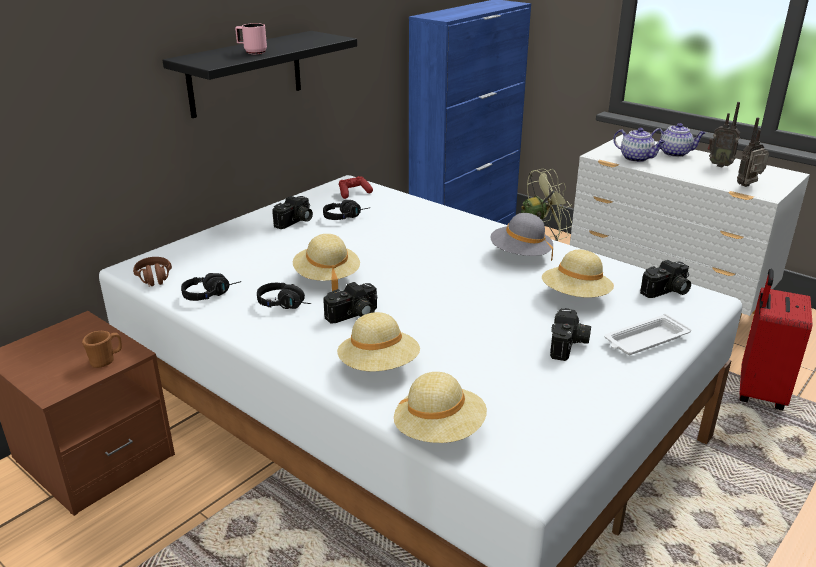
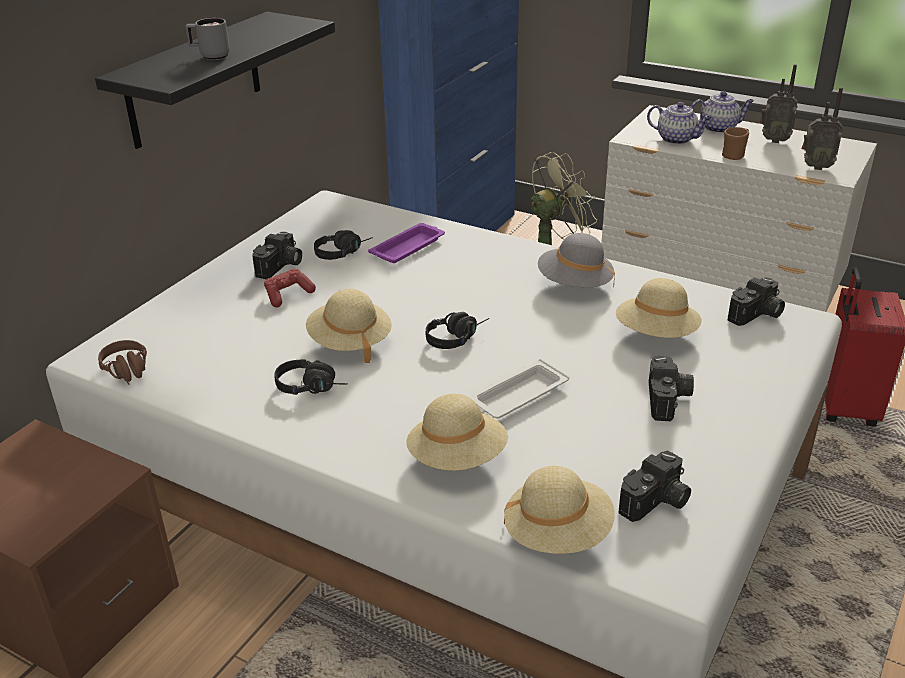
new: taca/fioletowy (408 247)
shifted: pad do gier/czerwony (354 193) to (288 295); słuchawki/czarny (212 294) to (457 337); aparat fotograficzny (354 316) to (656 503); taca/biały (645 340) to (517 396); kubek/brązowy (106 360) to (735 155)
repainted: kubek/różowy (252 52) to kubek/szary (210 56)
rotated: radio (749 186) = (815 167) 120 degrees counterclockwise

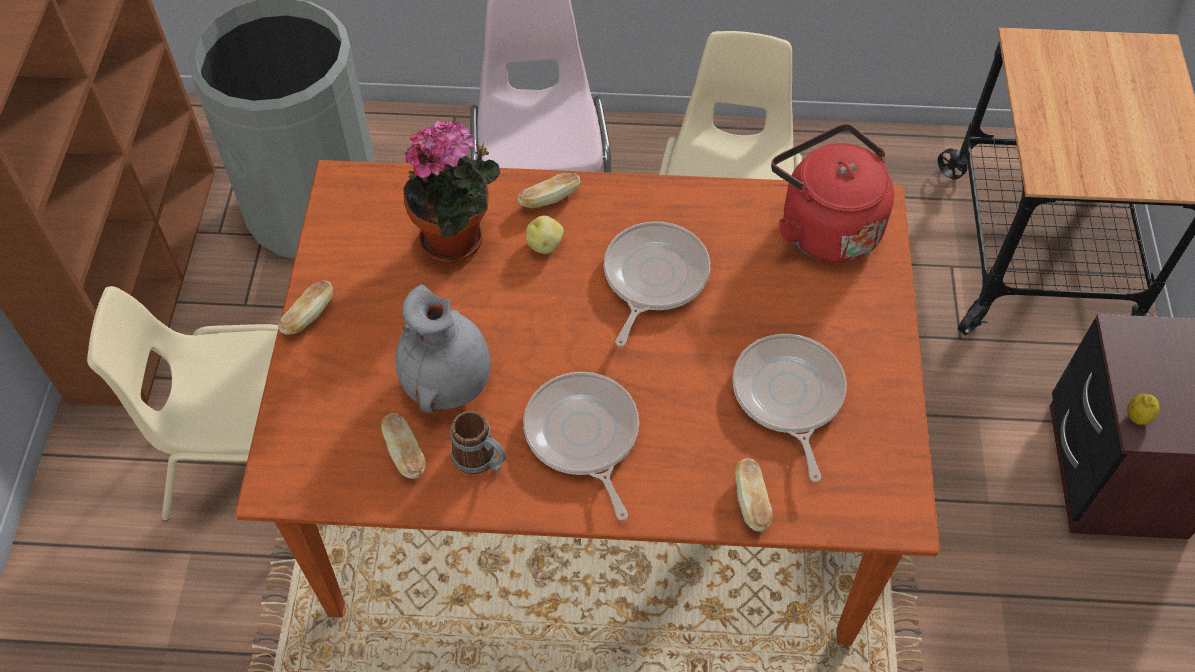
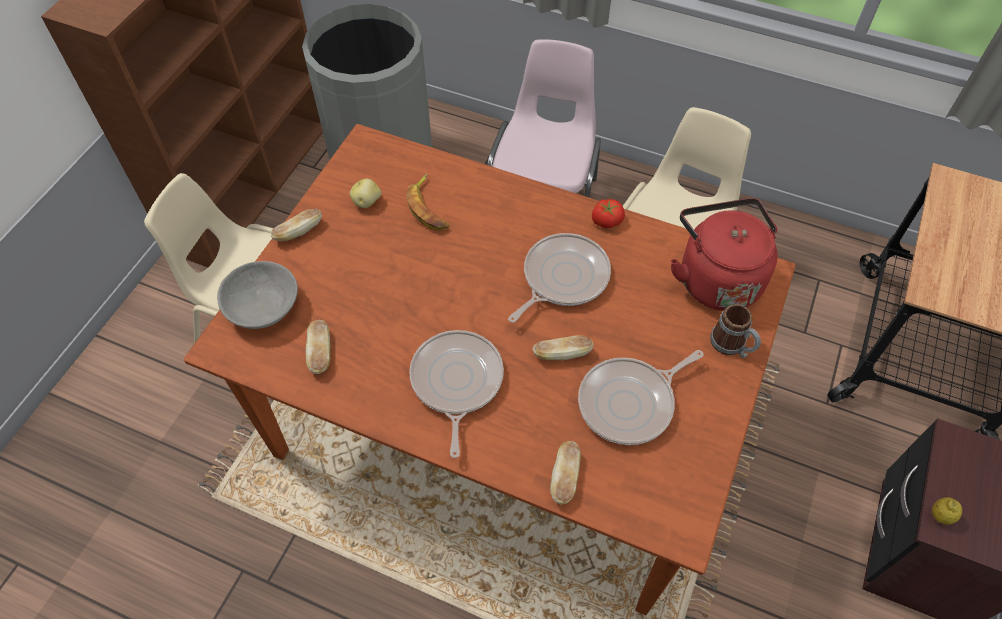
gone: wazon/szary (448 383)
new: pomidor (606 220); miska/szary (264 307)
shifted: chleb (549 199) to (562 354); ziemniak (545 244) to (367 201); kubek (481 460) to (732 346)
swapped: roślina doniczkowa (458 240) to banan (429 208)
rotated: patelnia (788 396) = (630 403) 135 degrees counterclockwise

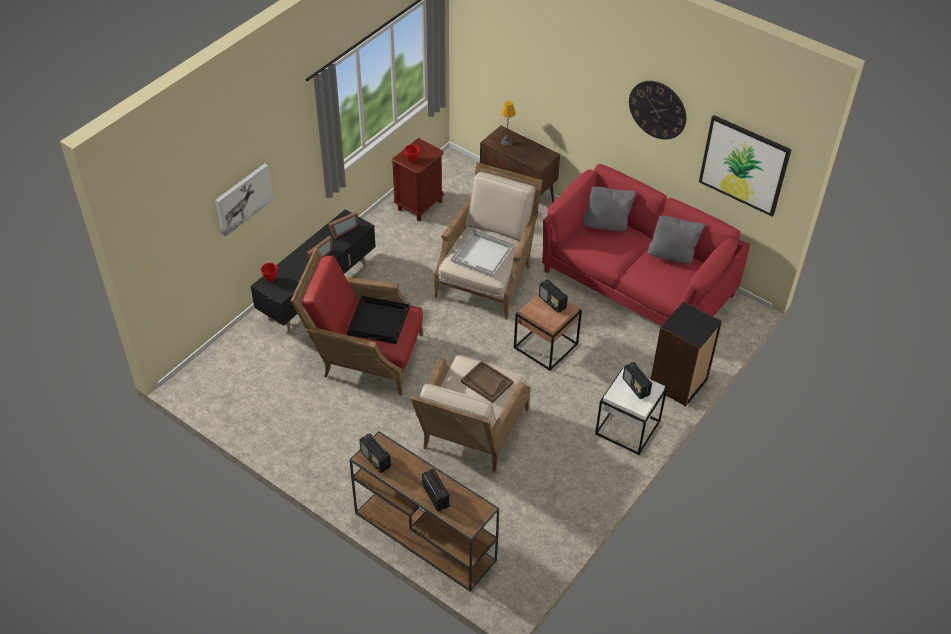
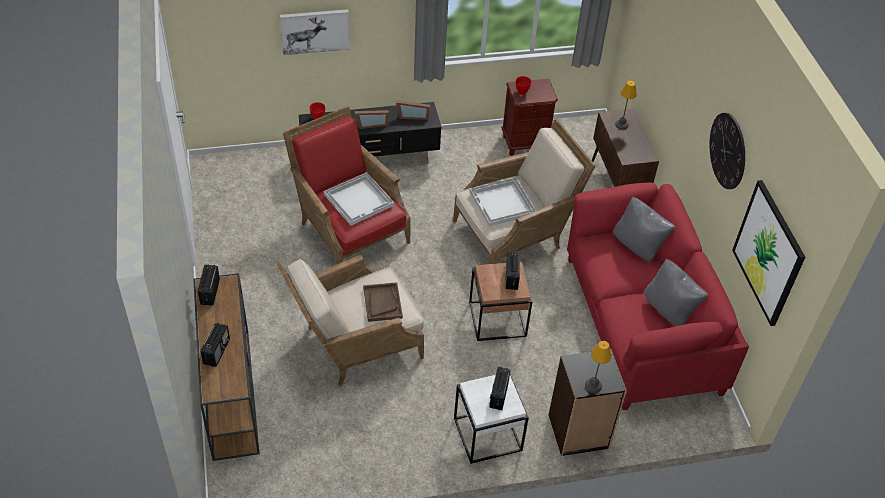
new: lampa stołowa (593 386)
repainted: taca/czarny (379 320) to taca/biały (359 200)

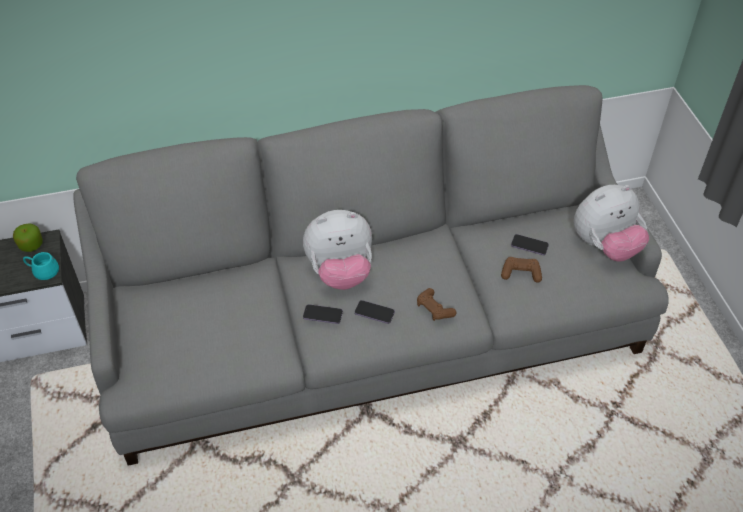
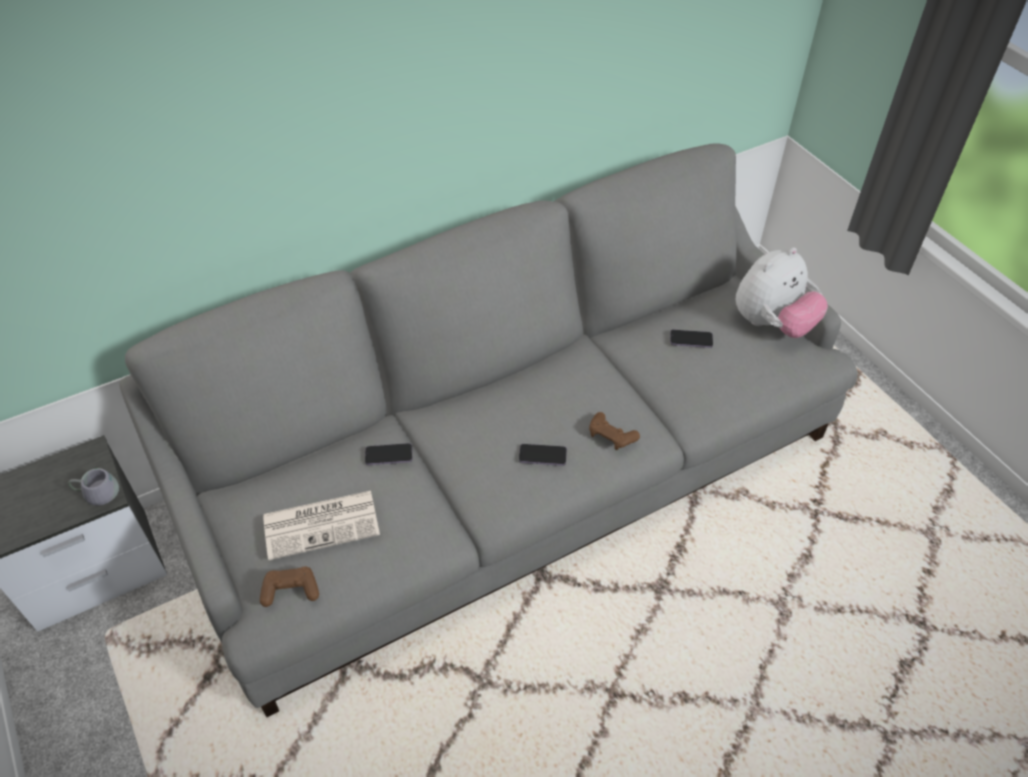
gone: pluszak (340 272); jabłko (31 245)
new: gazeta (323 524)
shifted: pad do gier/brązowy (521 273) to (290 590); telefon (322 315) to (389 455)
repainted: kubek/turkusowy (44 268) to kubek/szary (98 489)

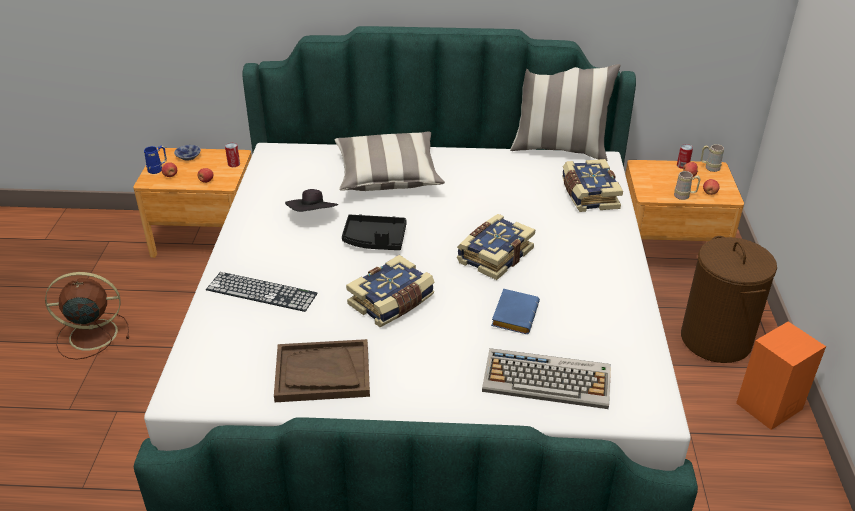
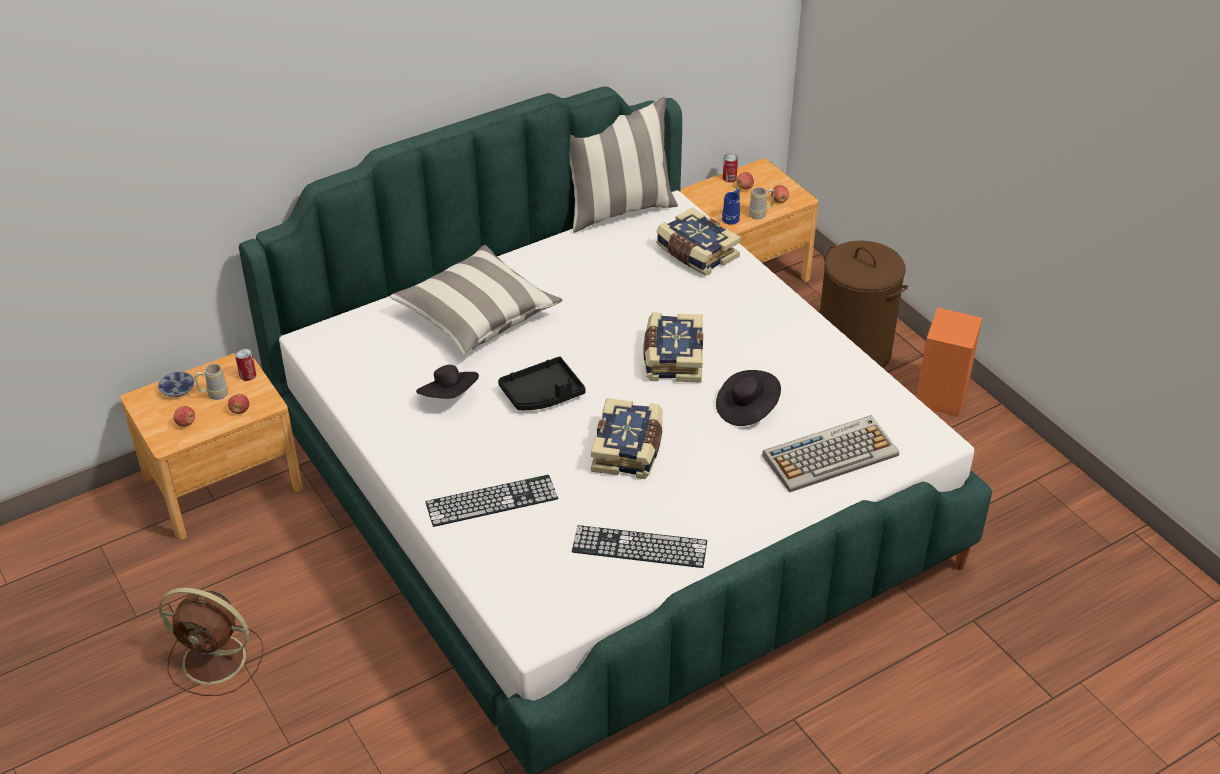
shifted: kubek/beżowy (709 168) to (213 395); kubek/niebieski (158 169) to (732 217)
swapped: książka/niebieski (513 314) to kapelusz/czarny (746 409); taca/brązowy (322 373) to klawiatura (639 547)
rotated: wentylator/brązowy (91 335) = (217 660) 120 degrees counterclockwise

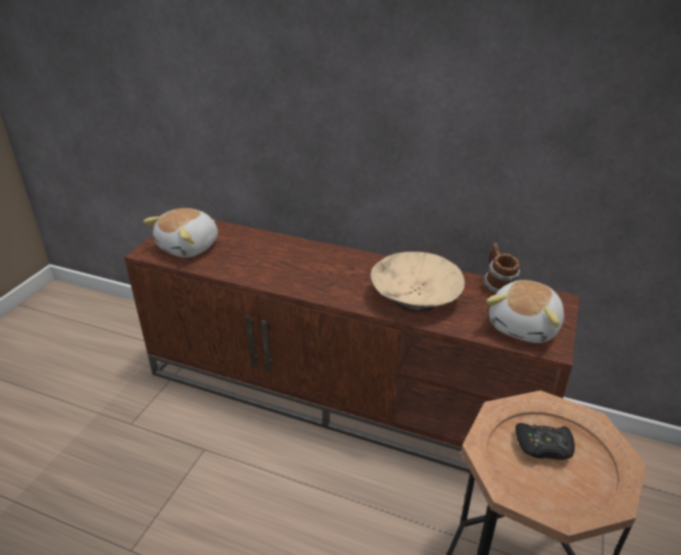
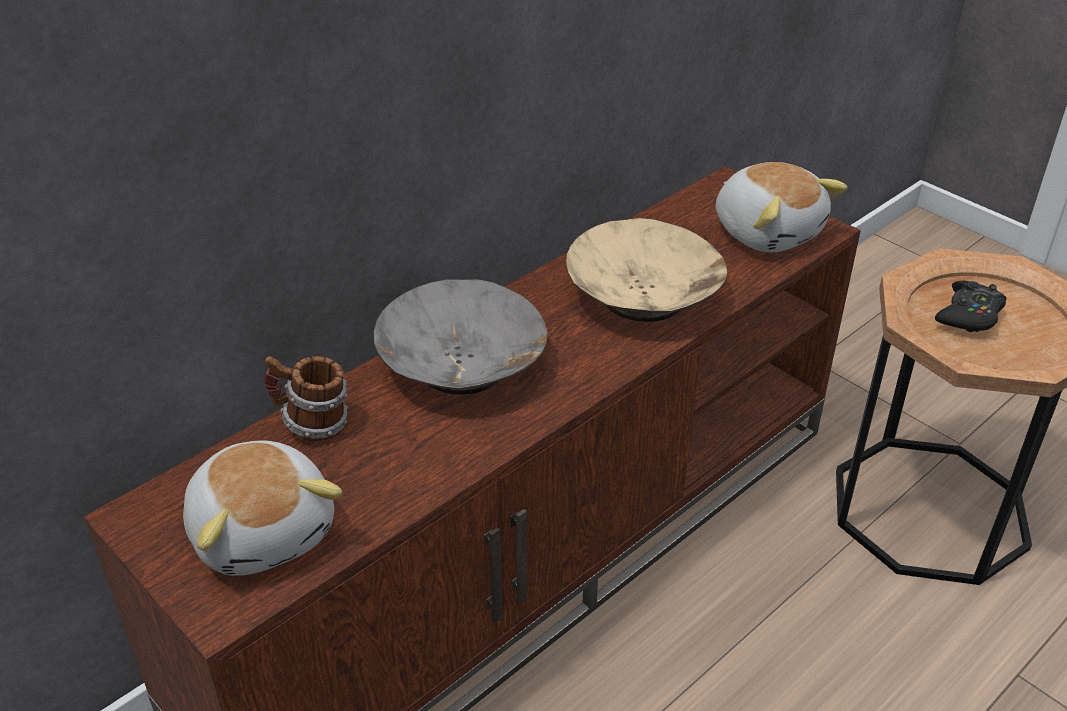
new: miska/szary (462 366)
shifted: kubek (497 287) to (312 425)

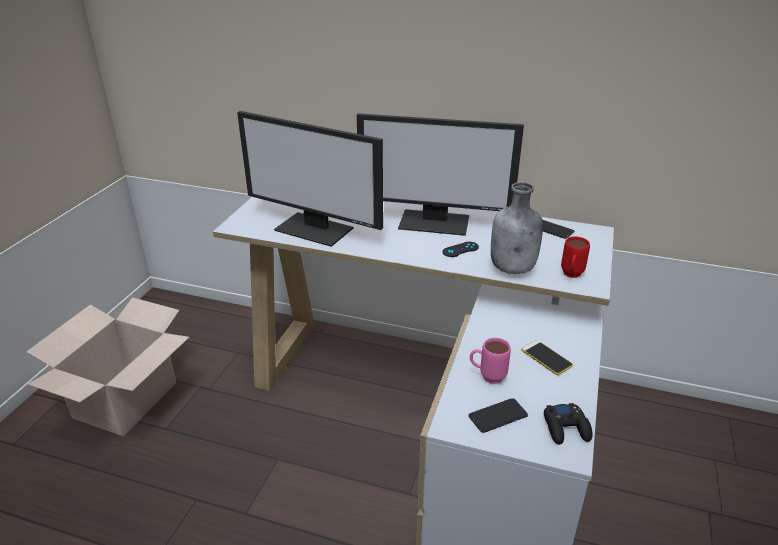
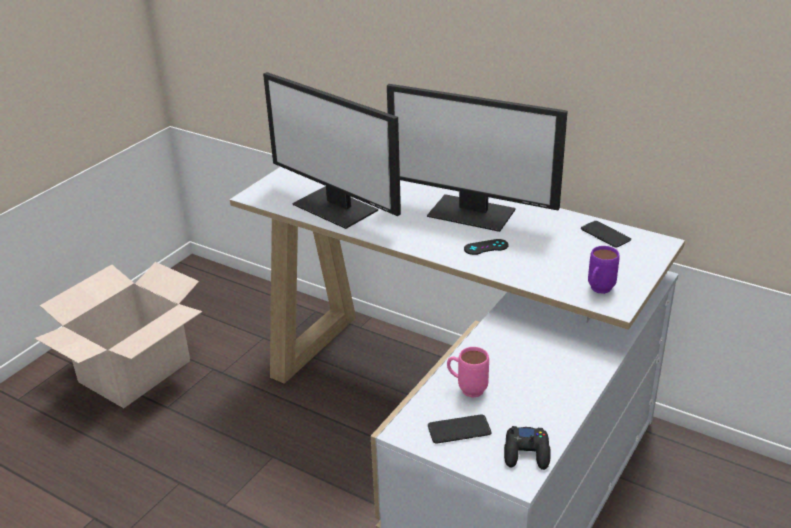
gone: butelka/szary (513 268); telefon (546 358)
repainted: kubek/czerwony (571 276) to kubek/fioletowy (598 291)

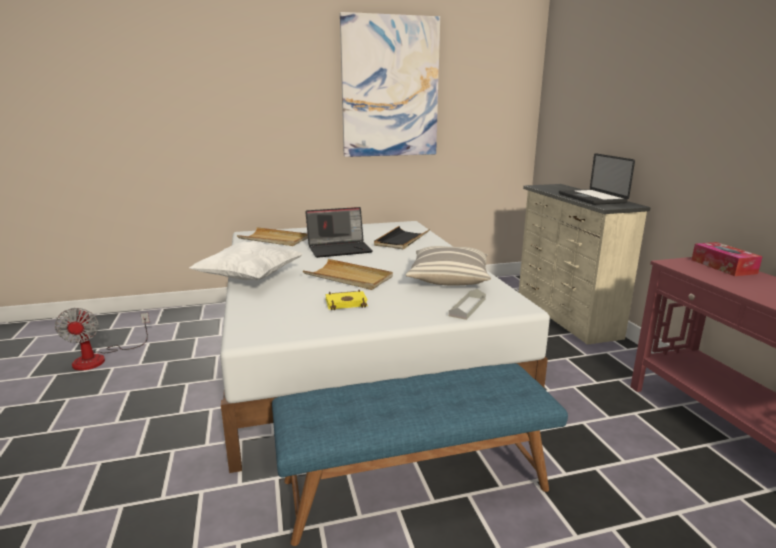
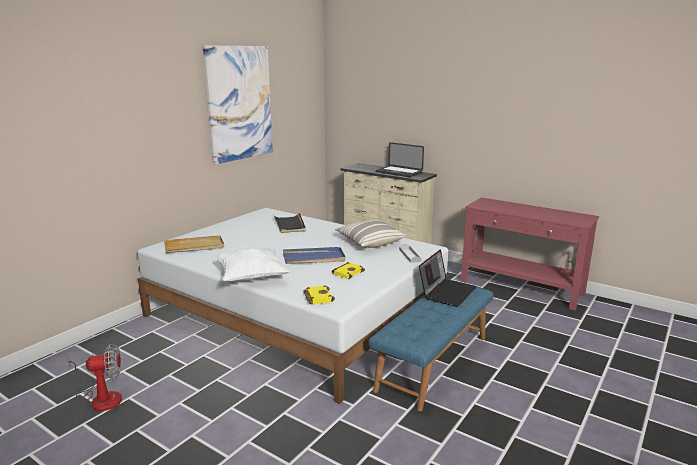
gone: pudełko chusteczek (723 266)
new: książka/żółty (317 297)
shifted: laptop (340 249) to (447 292)
repainted: taca/beżowy (348 277) to taca/niebieski (314 258)
rotated: wentylator (100 358) = (101 397) 45 degrees counterclockwise

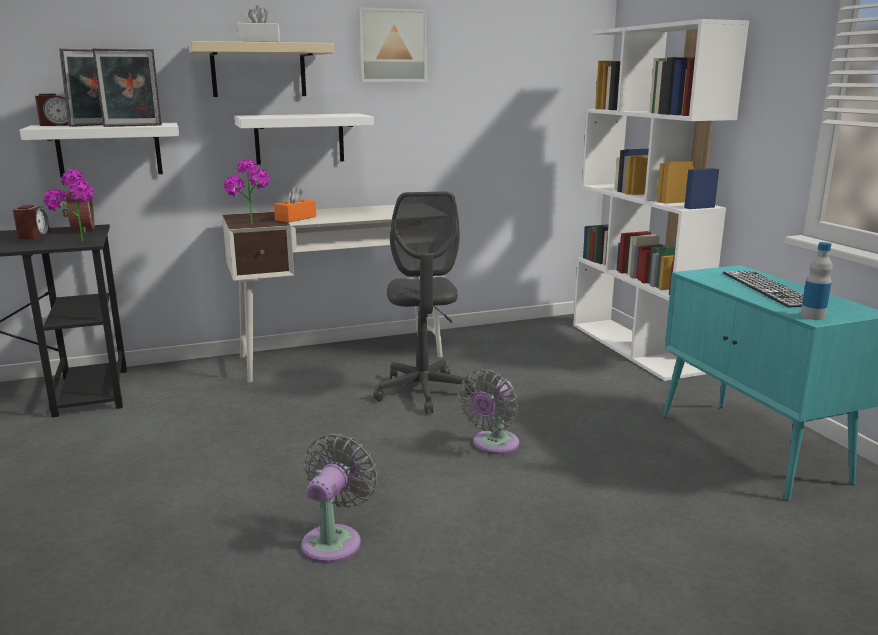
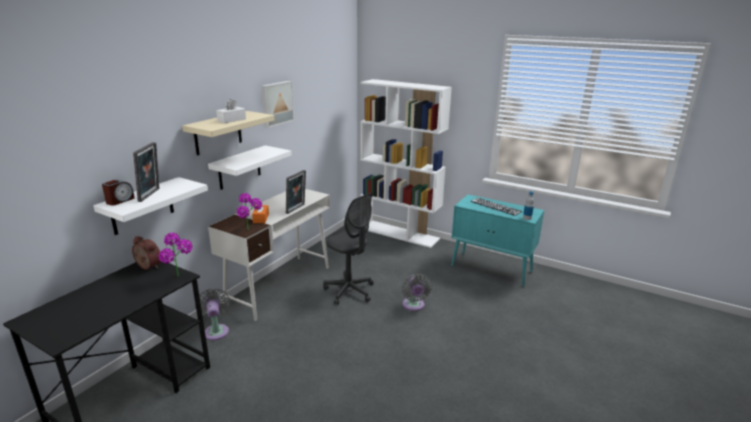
gone: budzik (33 235)
shifted: ramka na zdjęcie (133 126) to (296 209); wentylator/szary (334 540) to (216 330)

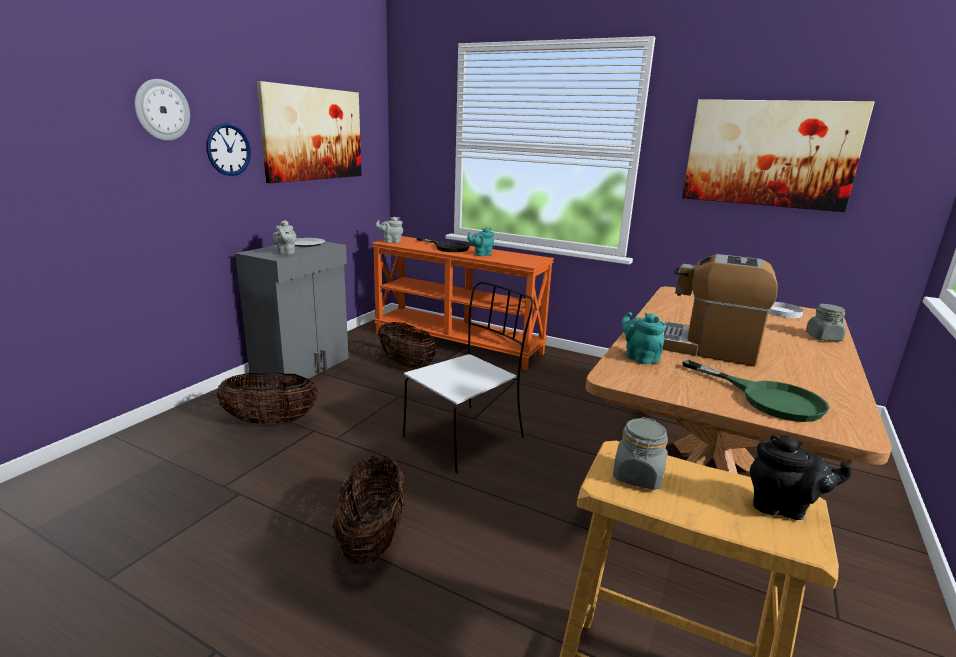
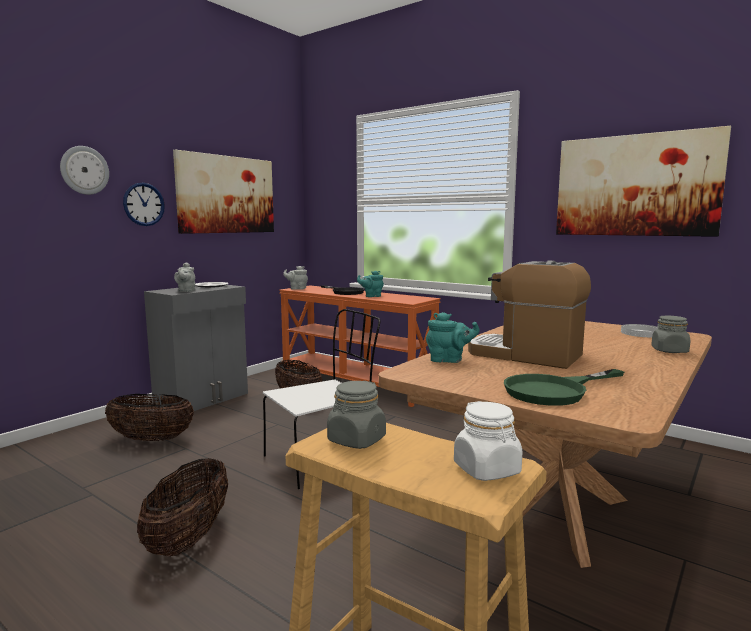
swapped: imbryk/czarny (783 508) to słoik/biały (487 469)
rotated: imbryk/turkusowy (639 357) = (449 360) 120 degrees clockwise; patelnia/zielony (767 398) = (555 391) 90 degrees clockwise

